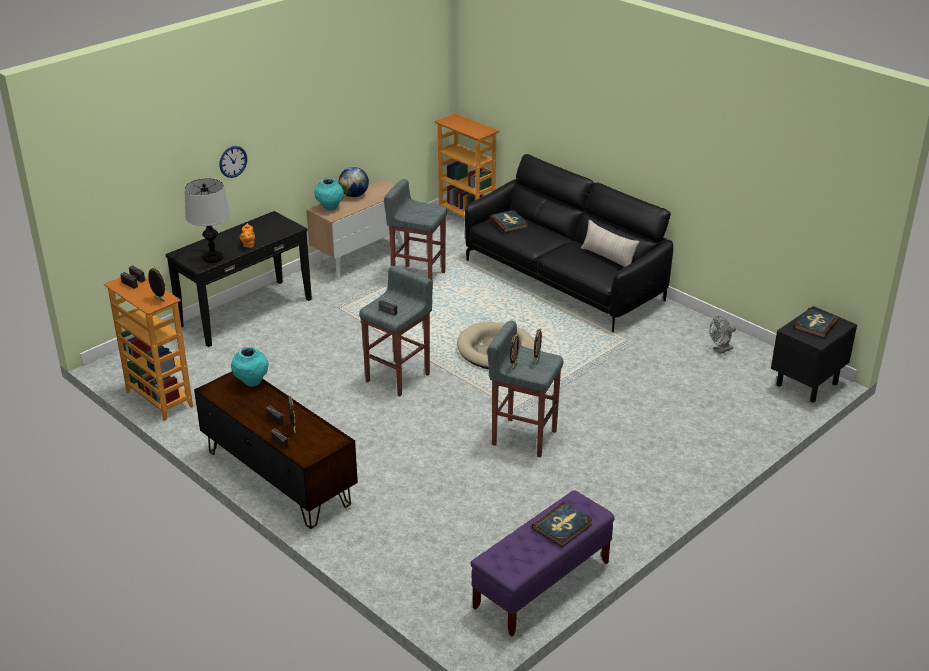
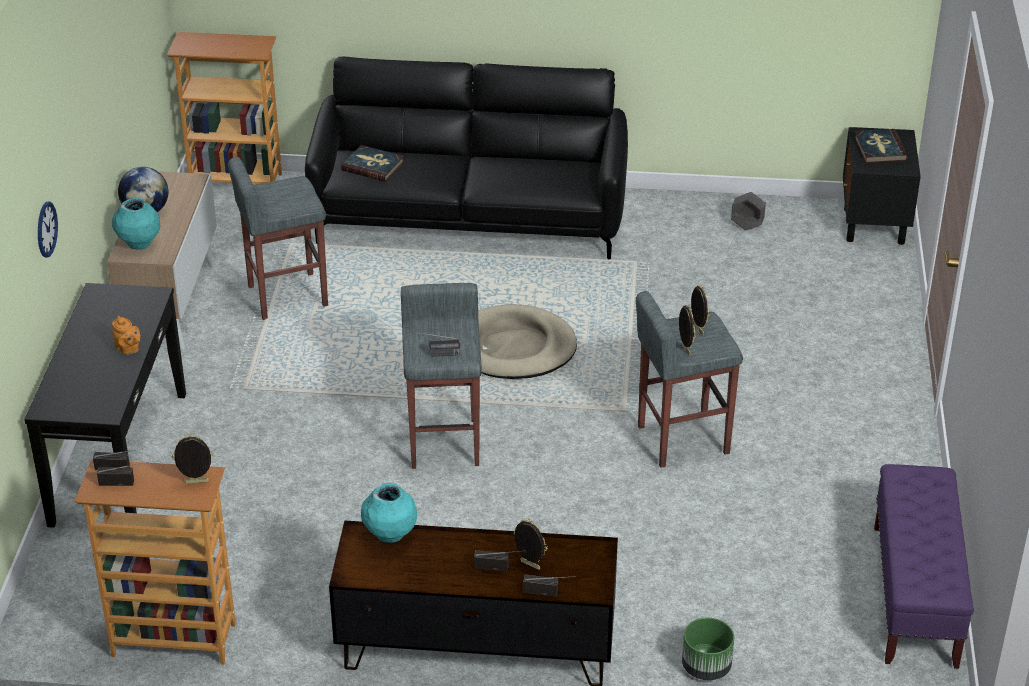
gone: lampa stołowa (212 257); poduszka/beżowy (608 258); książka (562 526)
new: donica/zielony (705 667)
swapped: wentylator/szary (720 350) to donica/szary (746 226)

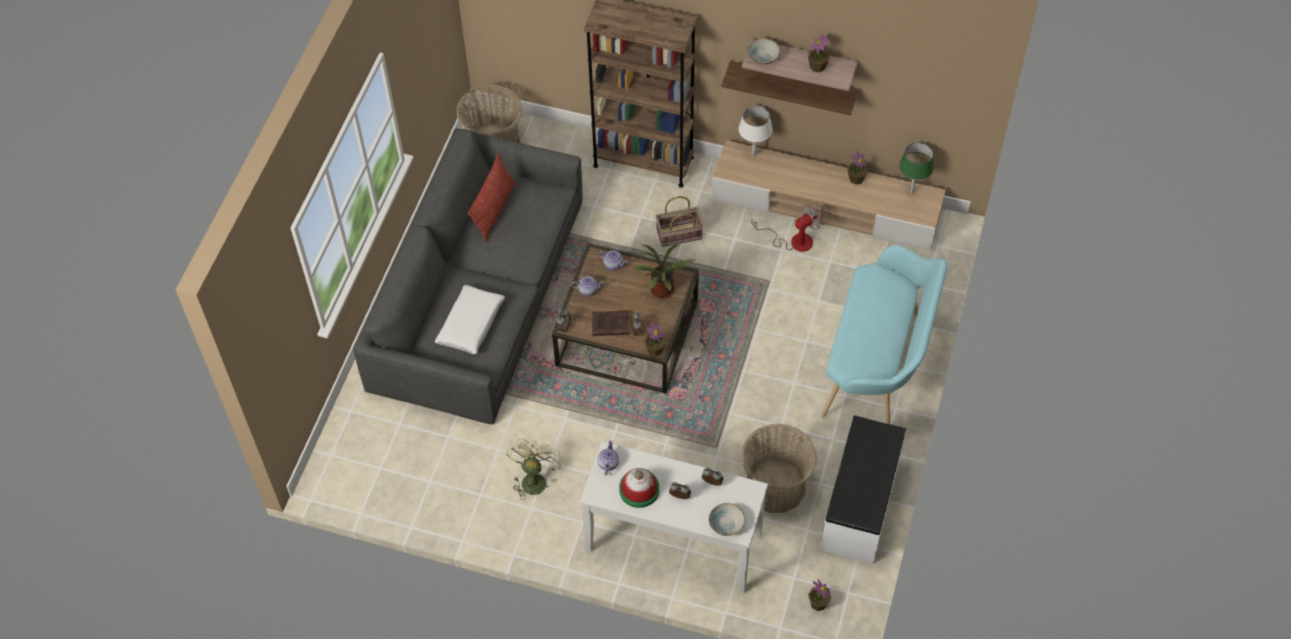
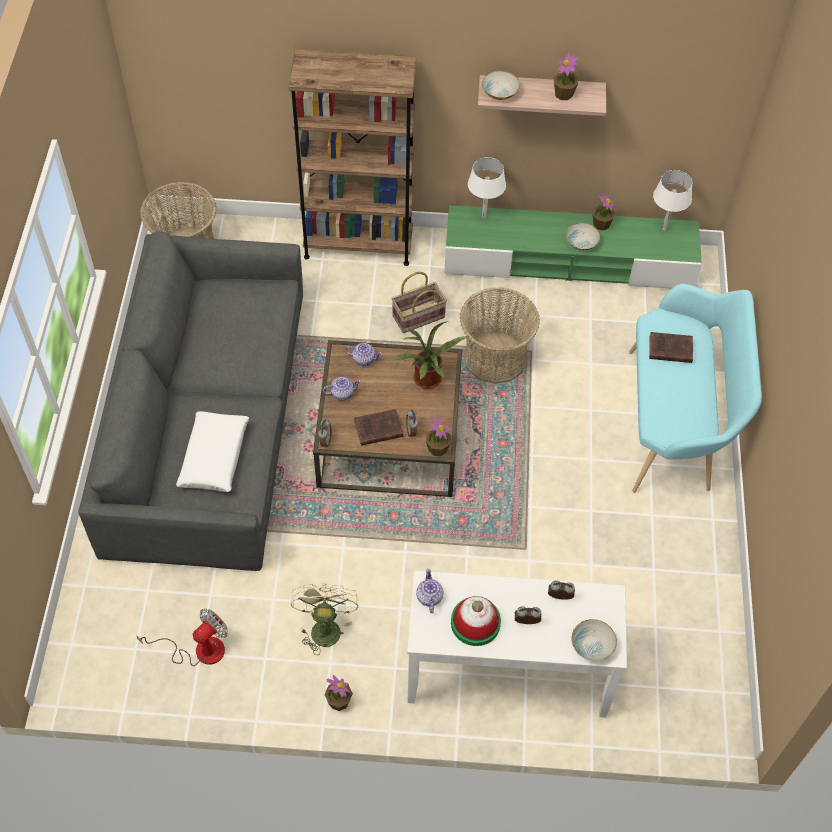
gone: półka (793 84); poduszka (494 210); ławka/biały (861 504)
new: miska (581 242); książka/brązowy (669 349)
shifted: wentylator (793 241) to (199 650); koszyk (775 486) to (495 358); roślina doniczkowa (818 603) to (339 701)
repainted: szafka pod telewizor/beżowy (826 207) to szafka pod telewizor/zielony (569 262); lampa stołowa/zielony (911 192) to lampa stołowa/biały (664 229)

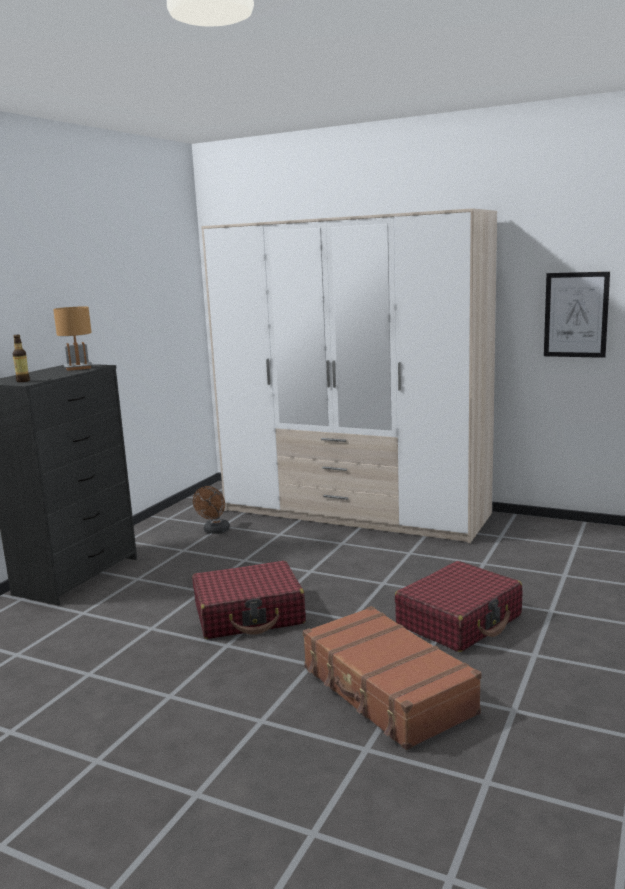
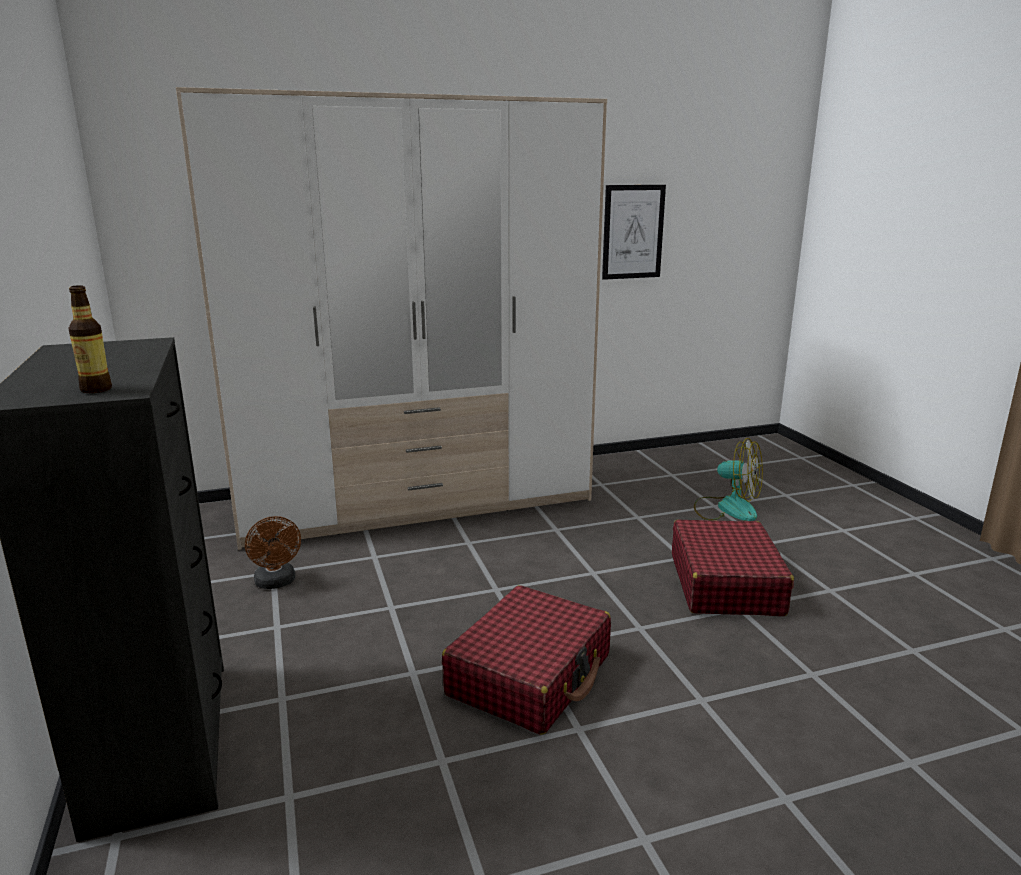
gone: lampa stołowa/brązowy (78 368); walizka/brązowy (386 691)
new: wentylator (727 508)

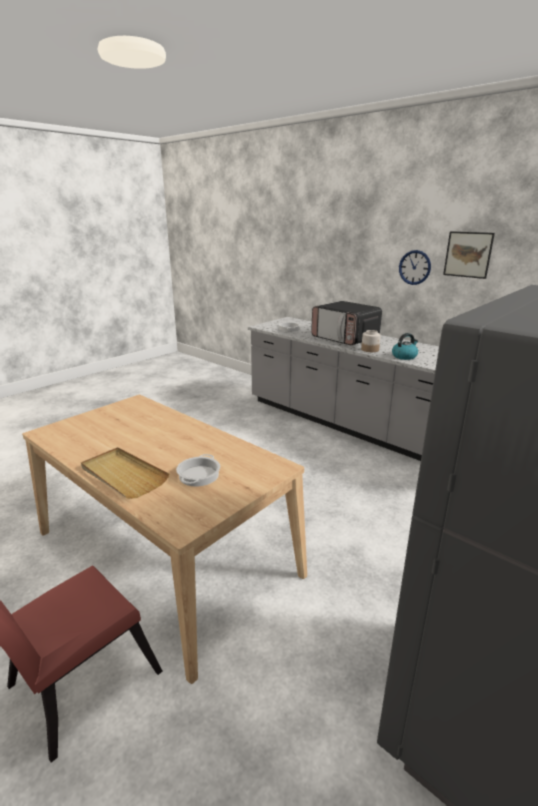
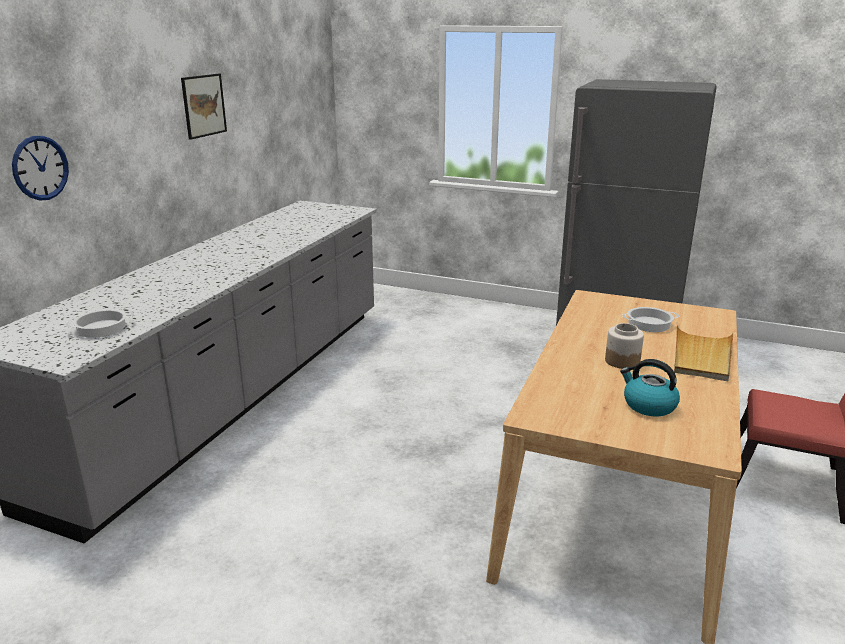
gone: mikrofalówka (345 338)
shifted: zegar ścienny (414 267) to (40 168); słoik (370 350) to (622 361); czajnik (404 356) to (648 405)

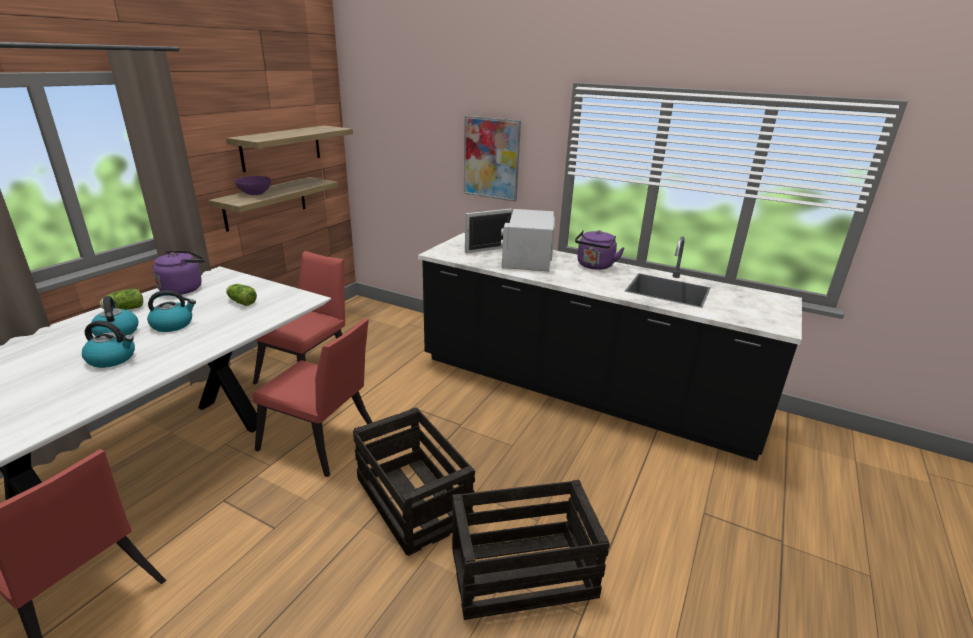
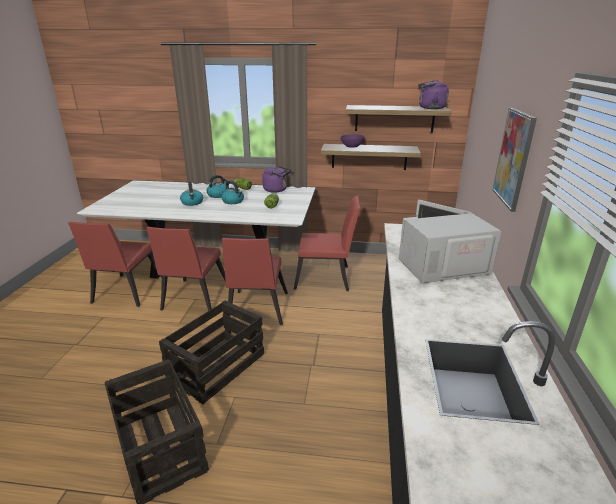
new: krzesło/czerwony (193 299)
shifted: czajnik/fioletowy (594 266) to (430 108)

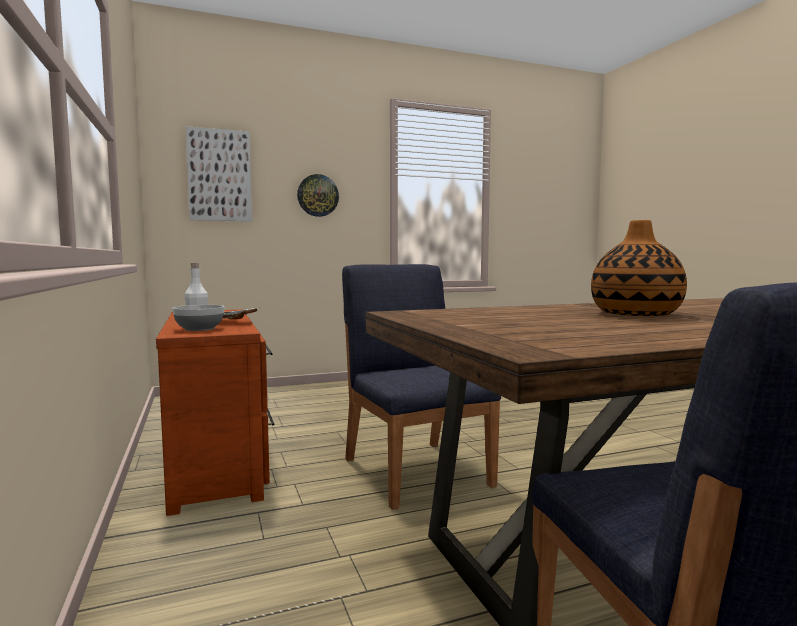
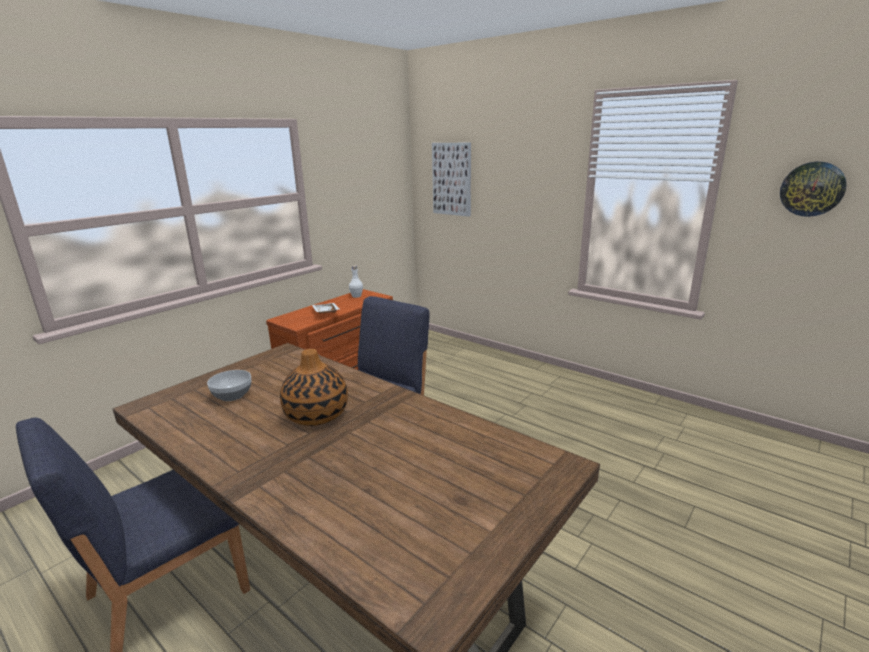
shifted: zegar ścienny (318 195) to (812 189); miska (200 329) to (232 395)

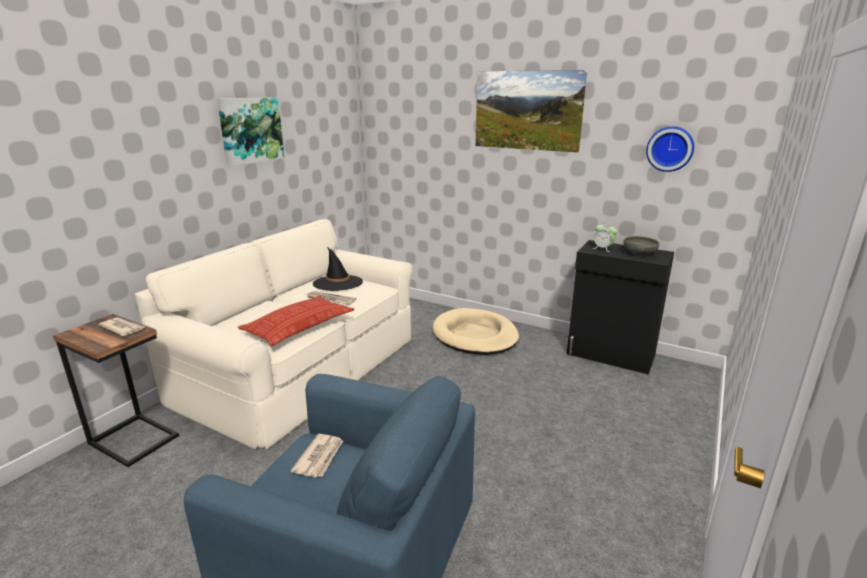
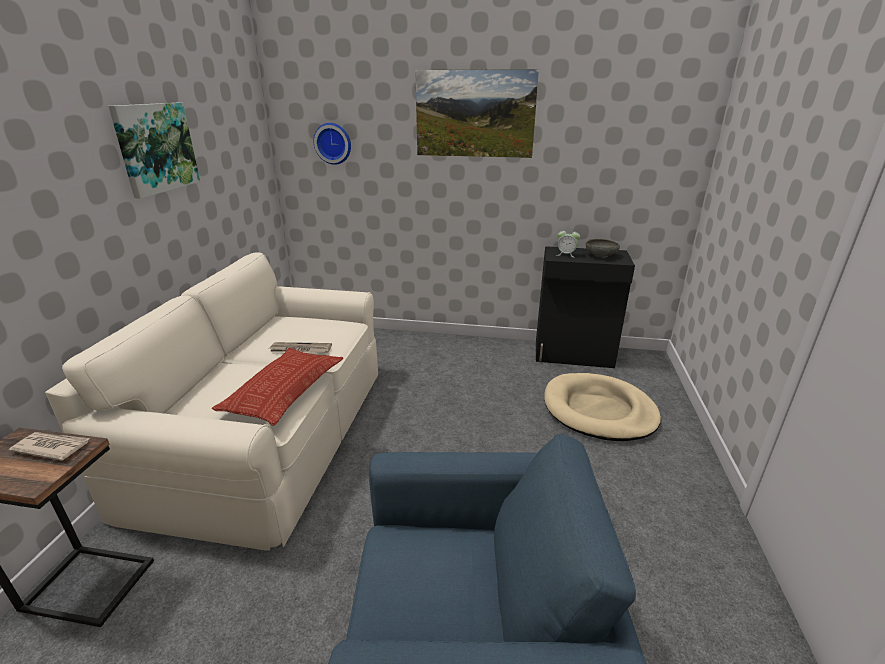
gone: kapelusz/czarny (338 283); gazeta (320 457)
shifted: zegar ścienny (670 148) to (333 143); legowisko/beżowy (475 335) to (599 410)

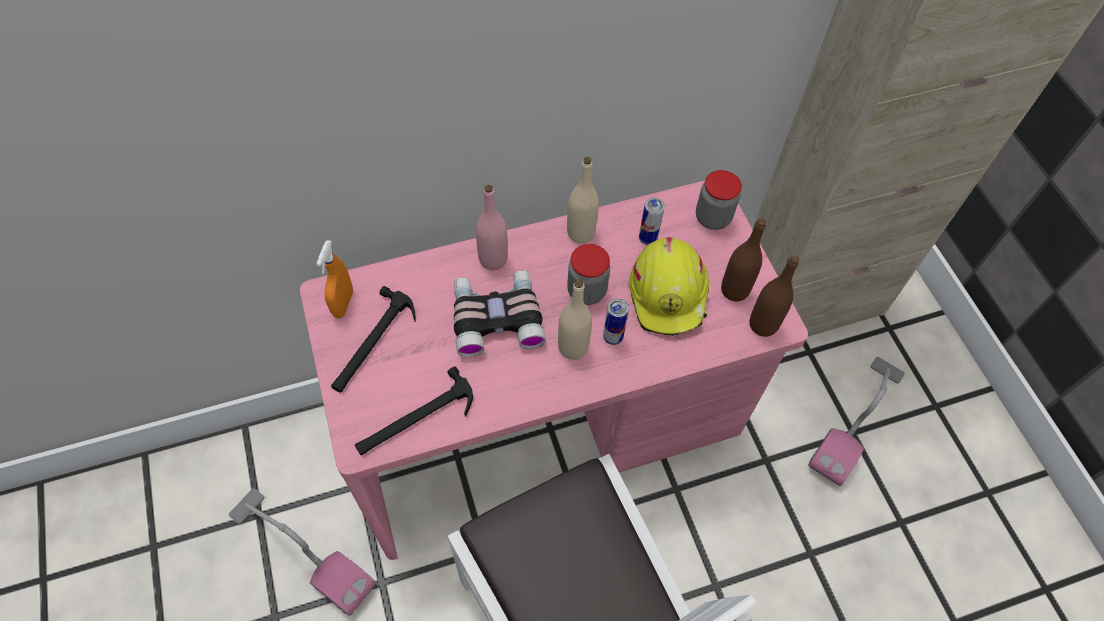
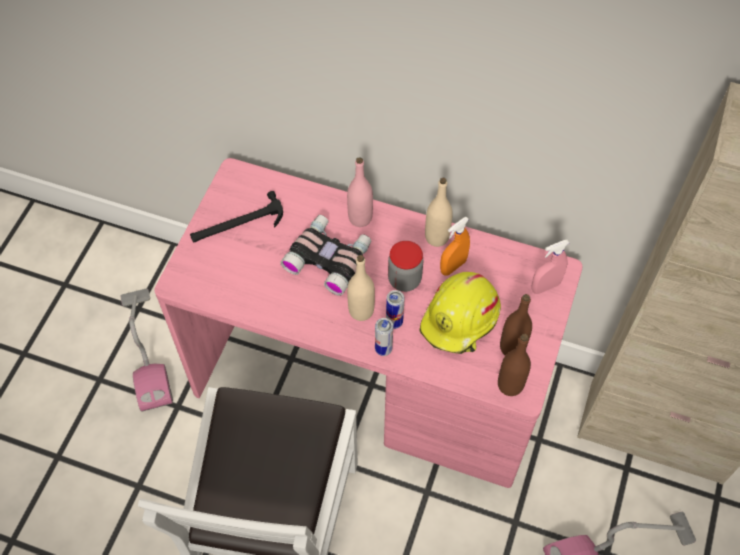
gone: młotek (415 419)
shifted: puszka (647 238) to (383 349); spryskiwacz/pomarańczowy (343 304) to (453 266)
swapped: słoik (712 218) to spryskiwacz/różowy (545 286)

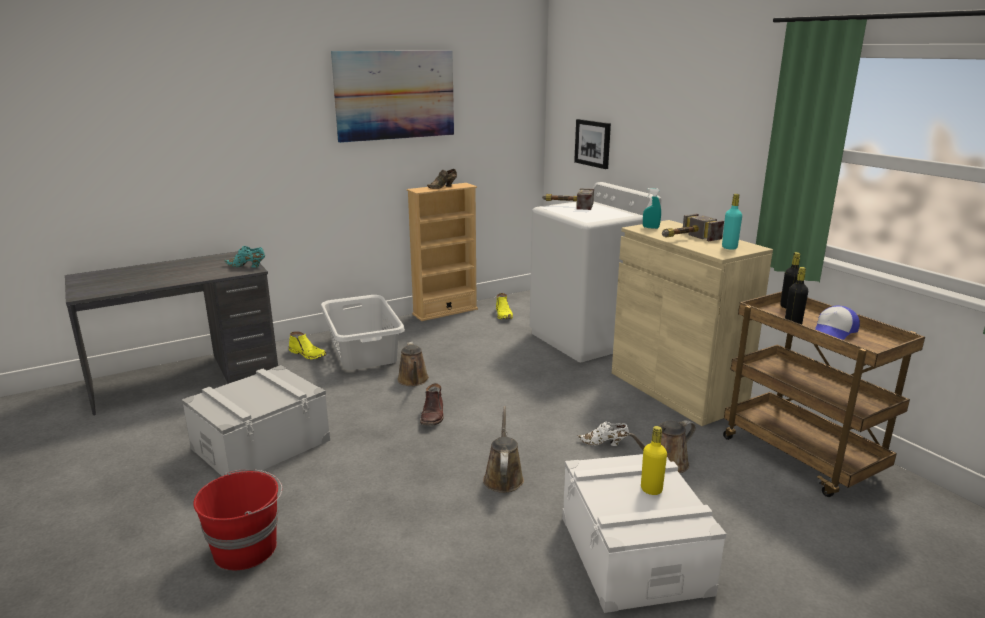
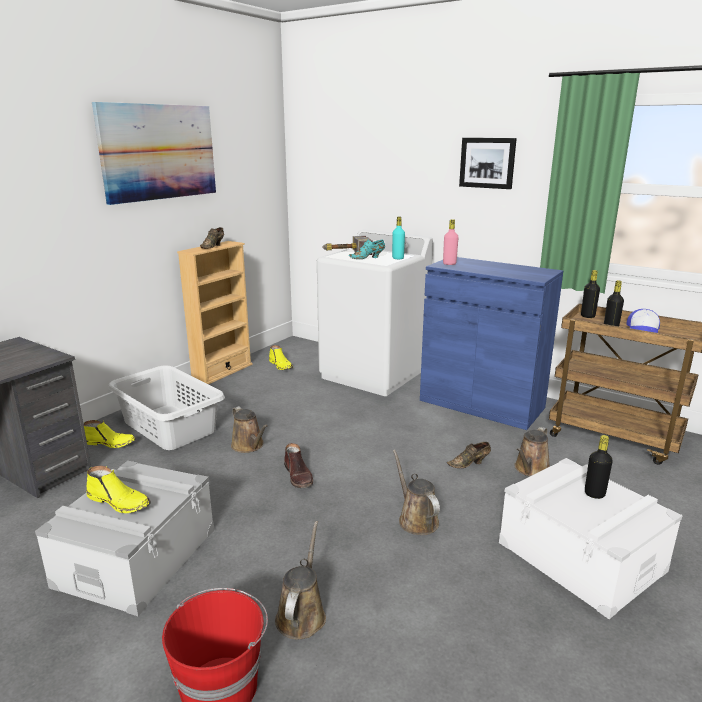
gone: młotek (685 238)
new: but z cholewką/żółty (120 502); konewka/brązowy (302 614)
shifted: obraz (593 143) to (487 163); butelka/turkusowy (729 247) to (398 258); but/turkusowy (247 266) to (368 258)
swapped: spryskiwacz/turkusowy (650 228) to butelka/różowy (449 264)
repainted: szafka/beżowy (676 390) to szafka/niebieski (481 404); but/biały (604 443) to but/brązowy (470 464); butelka/żółty (651 489) to butelka/czarny (594 494)

